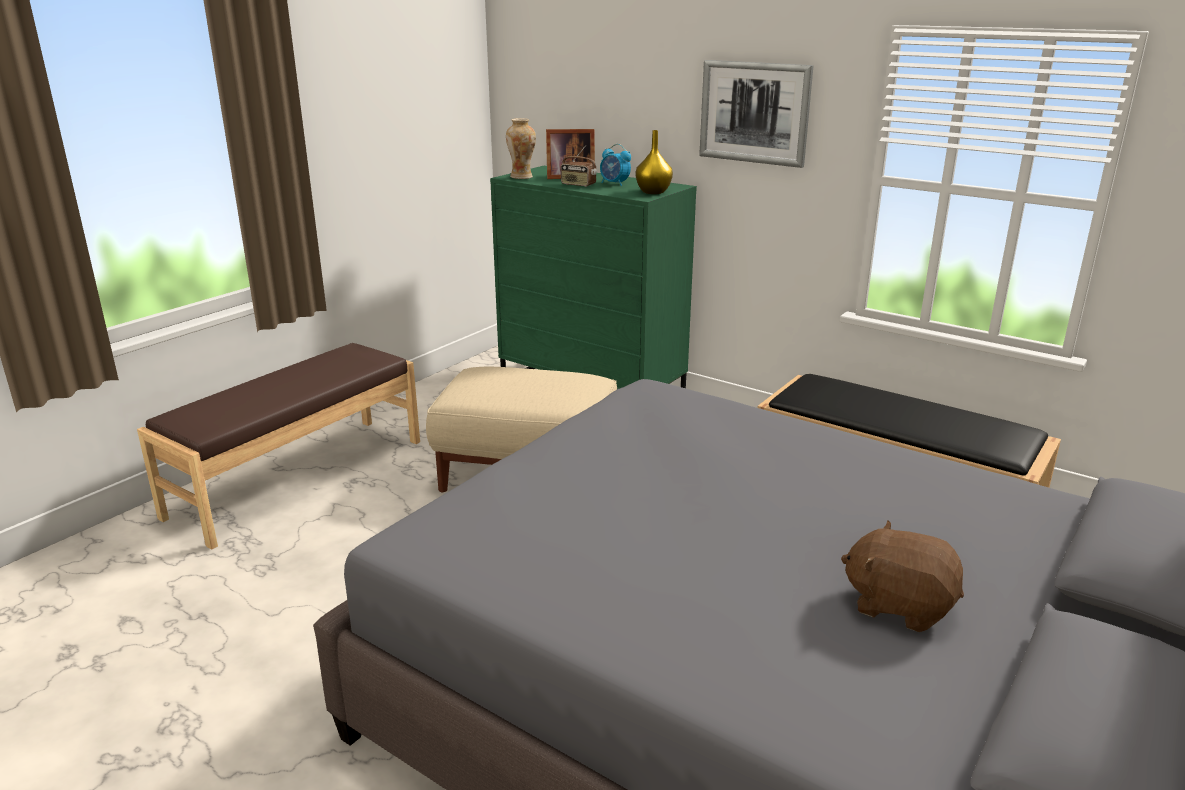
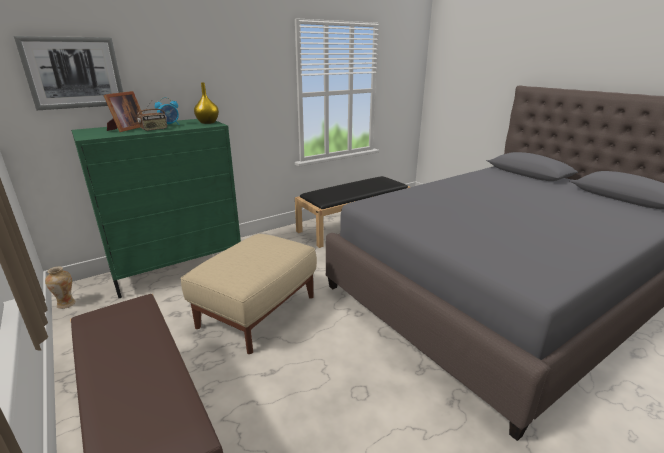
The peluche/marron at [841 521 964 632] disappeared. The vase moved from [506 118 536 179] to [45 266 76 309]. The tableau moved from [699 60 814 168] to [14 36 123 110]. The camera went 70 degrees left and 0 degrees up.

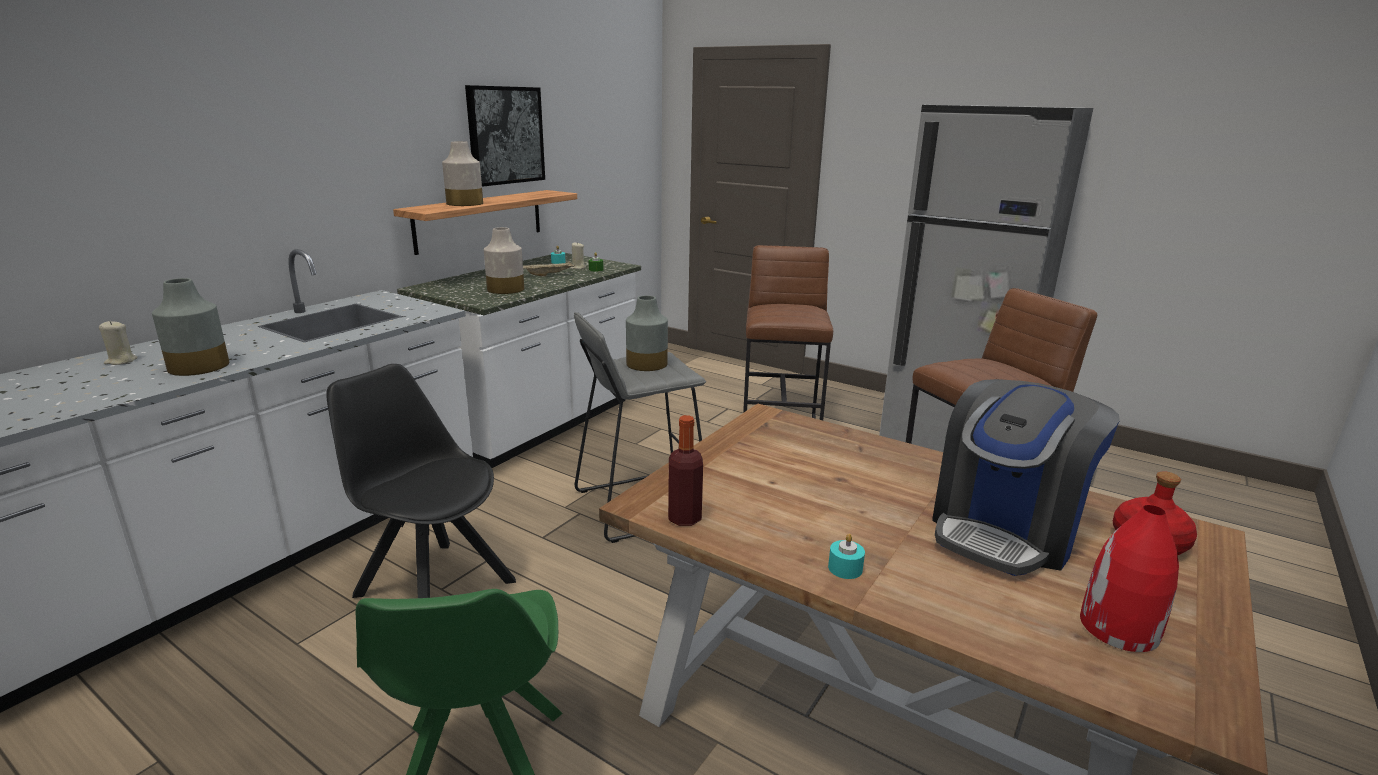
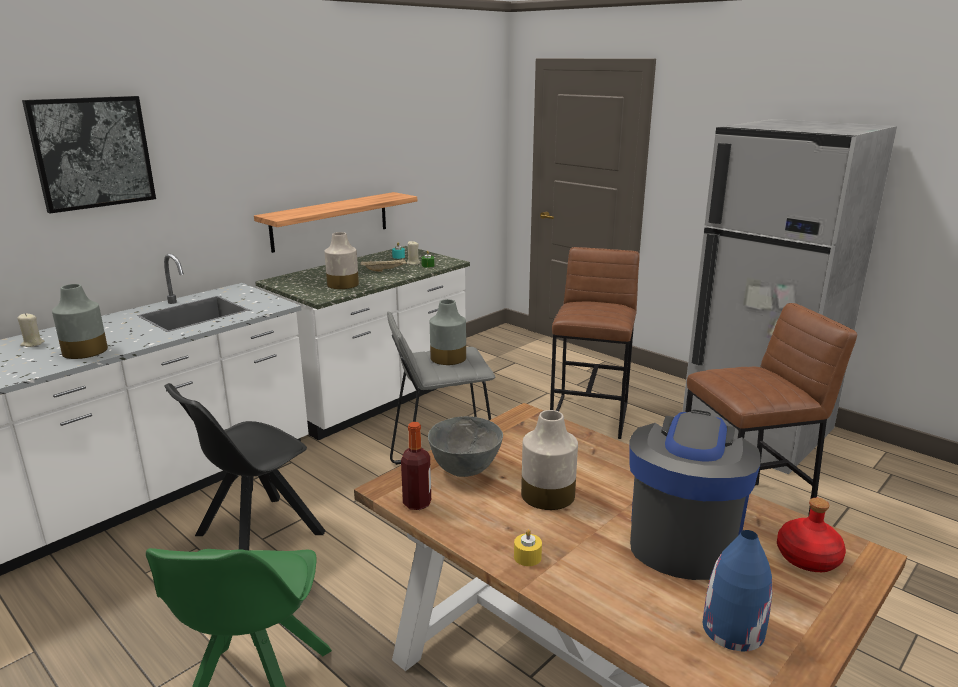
The bol/gris at [428 416 503 477] appeared. The vase/beige moved from [442 141 483 206] to [521 410 578 510]. The tableau moved from [465 85 545 187] to [22 96 156 214]. The bougie/turquoise at [828 534 865 579] became the bougie/jaune at [514 529 542 566]. The vase/rouge at [1080 505 1179 652] became the vase/bleu at [703 530 772 651]. The chaise/noir at [326 364 516 598] turned 90 degrees counterclockwise. The machine à café at [932 379 1120 576] turned 150 degrees clockwise. The camera went 10 degrees right and 0 degrees up.

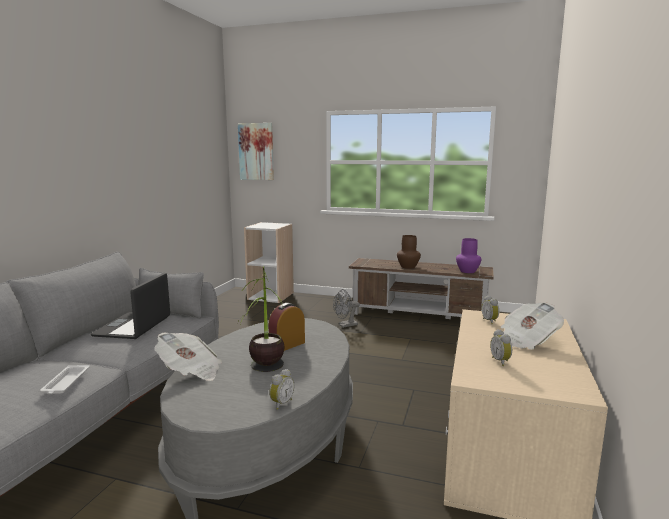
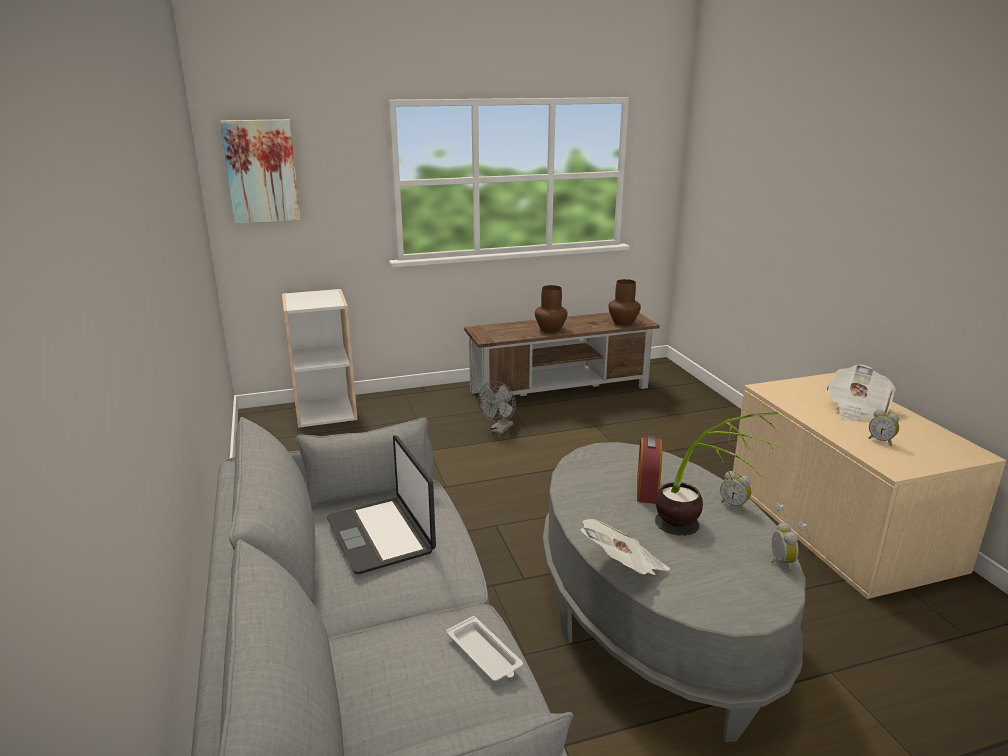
The réveil moved from [482 295 499 324] to [720 471 752 511]. The vase/violet at [456 238 481 273] became the vase/marron at [608 279 641 326]. The camera went 35 degrees left and 10 degrees up.

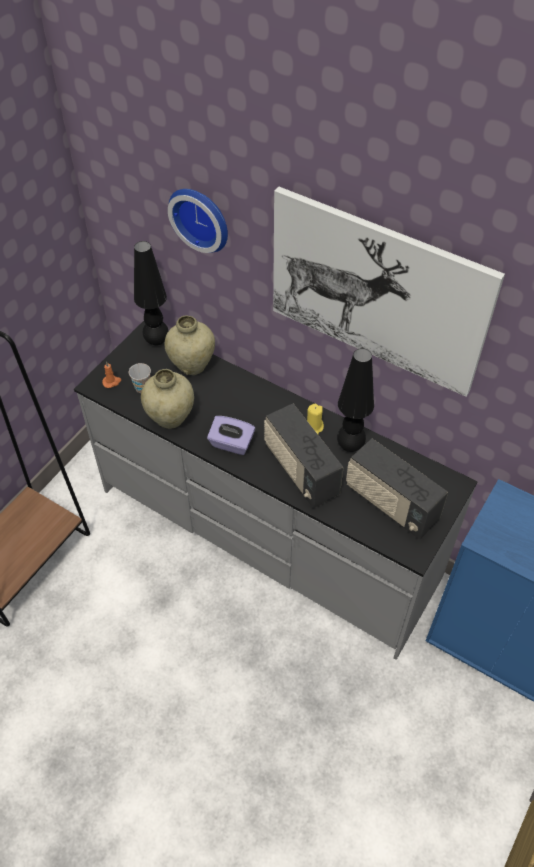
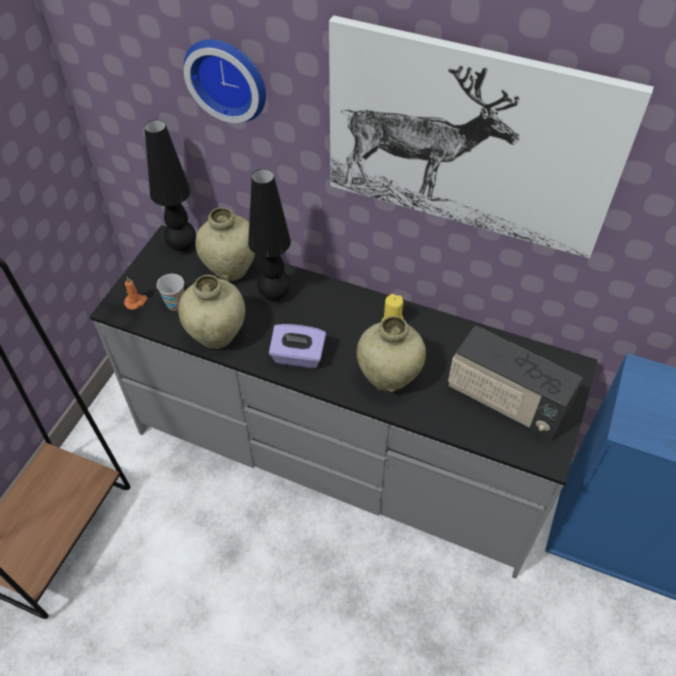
The lampe de table/noir moved from [337 348 374 452] to [248 169 291 301]. The radio at [264 404 343 508] was replaced by the vase/beige at [357 316 426 392]. The camera went 10 degrees left and 0 degrees up.

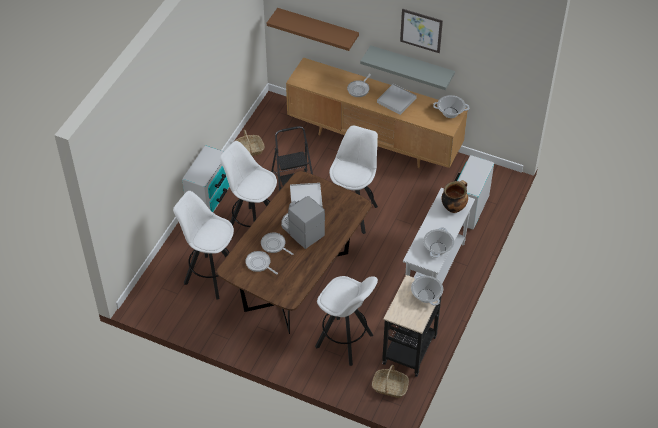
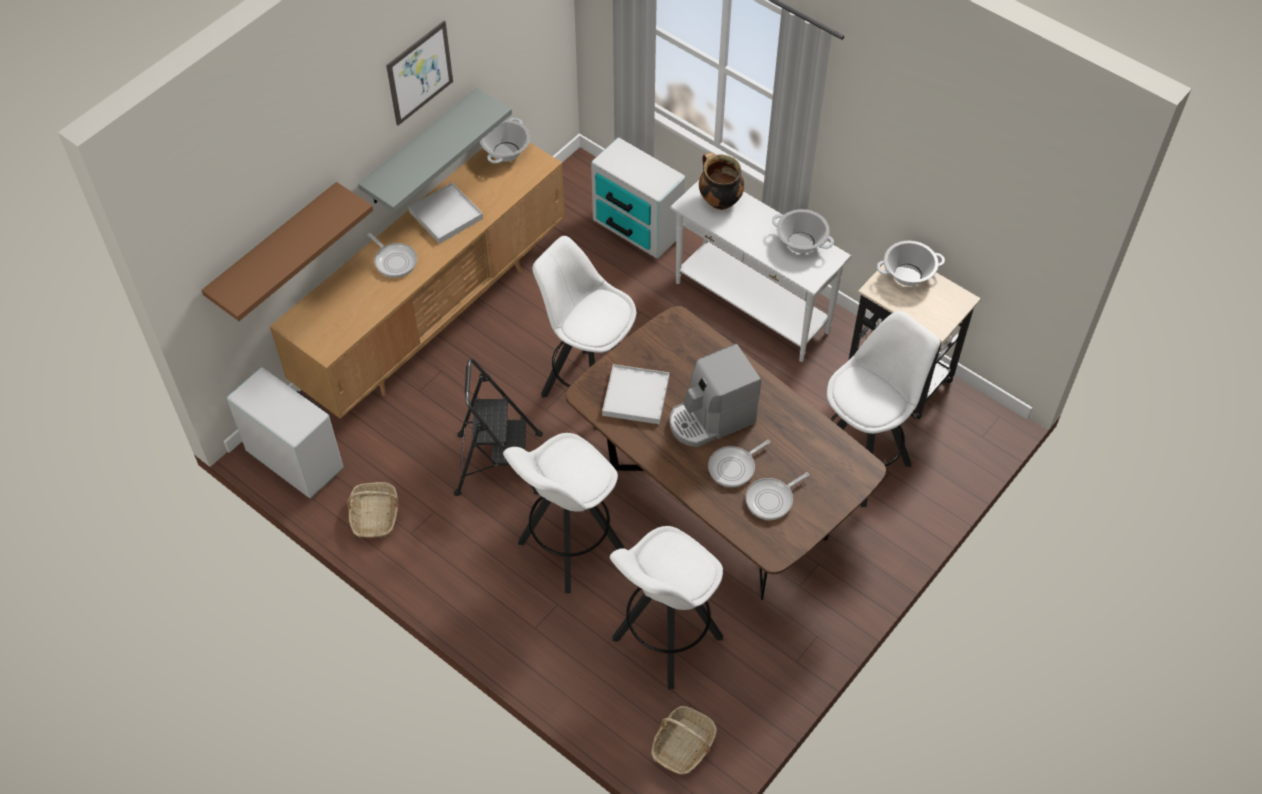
The table de chevet/blanc moved from [182 145 230 212] to [227 367 343 498]. The panier moved from [372 365 409 398] to [651 706 717 774]. The camera went 75 degrees left and 5 degrees up.

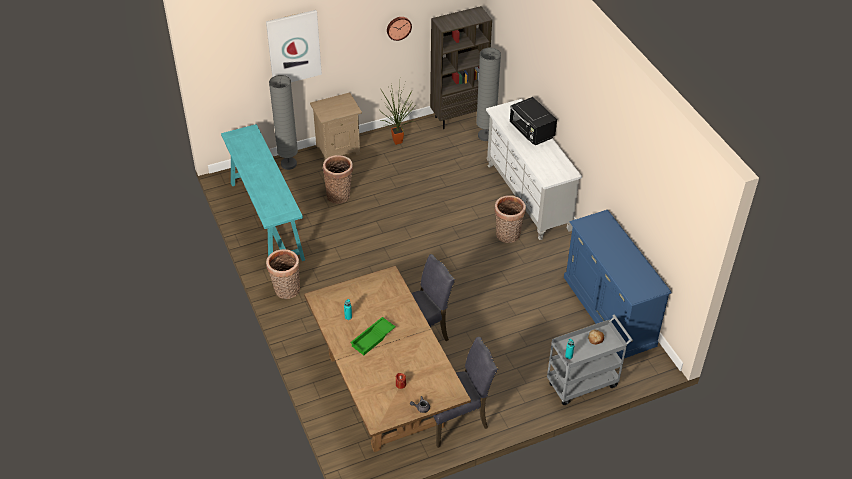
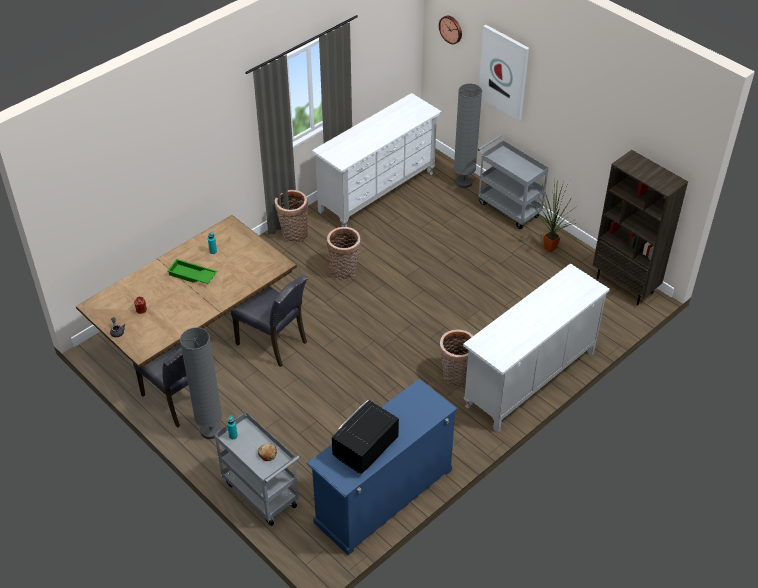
The panier moved from [323 155 353 204] to [327 227 361 280]. The horloge murale moved from [387 17 412 41] to [439 16 462 44]. The lampadaire/gris moved from [476 48 501 141] to [180 327 222 439]. The micro-ondes/noir moved from [509 97 557 145] to [332 400 399 474]. The table console/turquoise at [221 124 305 261] was replaced by the commode/blanc at [312 93 442 227]. The table de chevet/beige at [310 92 362 160] was replaced by the chariot/gris at [478 135 548 229]. The camera went 70 degrees right and 0 degrees up.

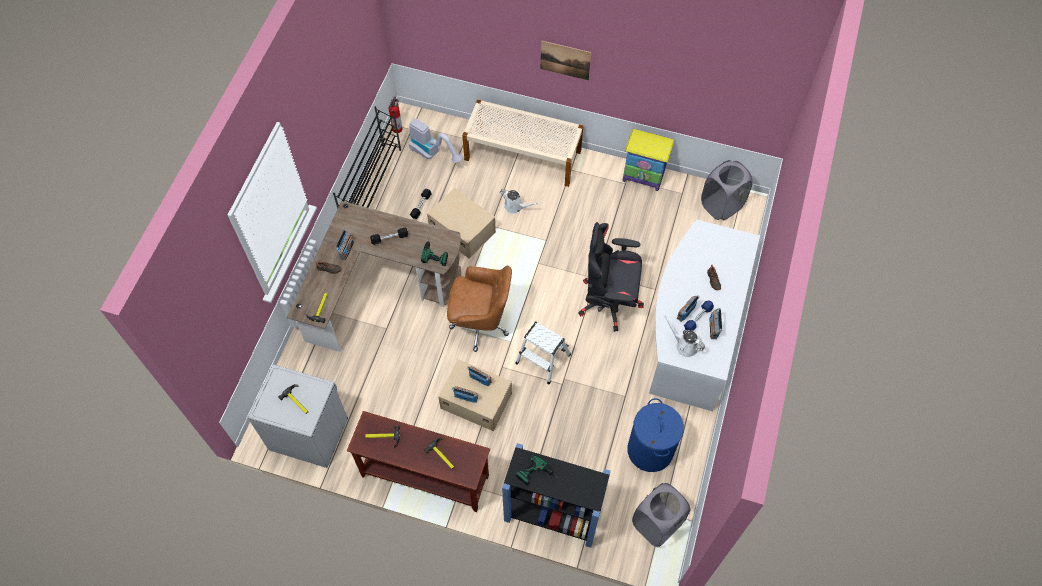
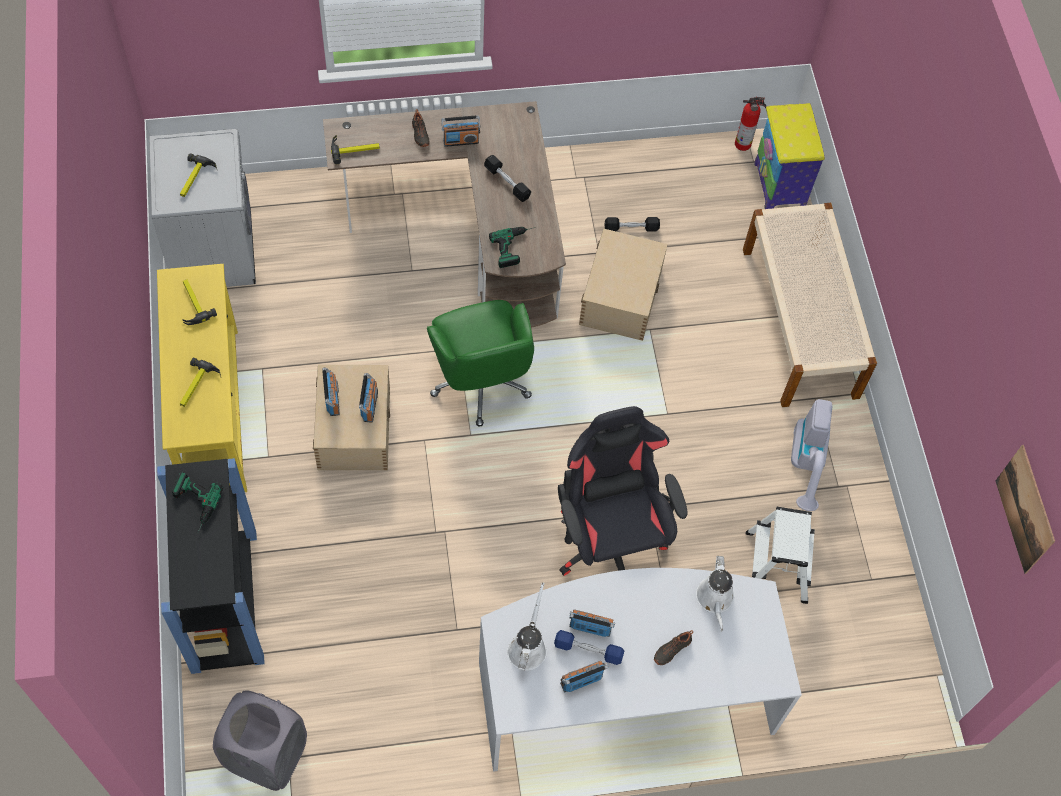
The étagère à chaussures/noir at [333 106 401 209] disappeared. The panier à linge/bleu at [628 398 684 472] disappeared. The panier à linge/gris at [701 160 753 220] disappeared. The aspirateur moved from [409 118 463 163] to [791 399 832 511]. The arrosoir/blanc moved from [500 189 538 214] to [696 556 734 631]. The escabeau/blanc moved from [515 321 571 384] to [745 507 815 604]. The tableau moved from [541 40 591 81] to [996 445 1055 574]. The table de chevet moved from [623 129 674 191] to [754 103 825 209]. The table console/marron at [347 411 490 512] became the table console/jaune at [157 264 247 492]. The chaise de bureau/marron at [447 266 512 352] became the chaise de bureau/vert at [427 300 534 427]. The camera went 60 degrees right and 0 degrees up.

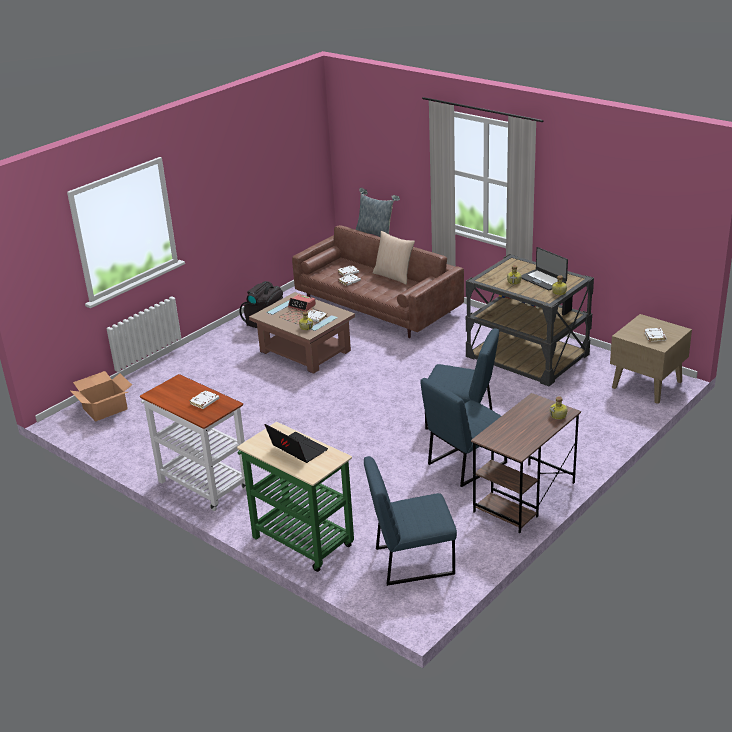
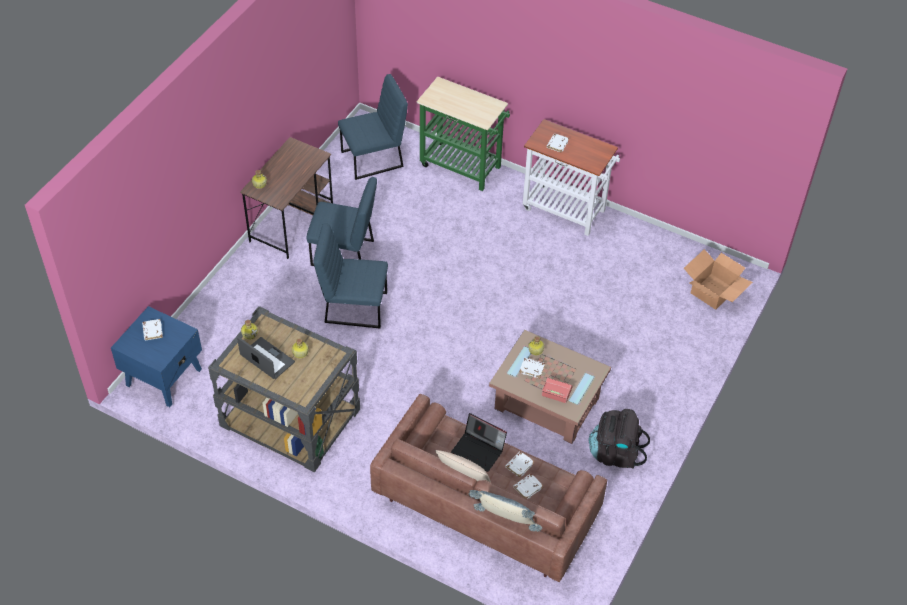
The ordinateur portable moved from [265 424 328 463] to [451 413 507 472]. The table de chevet/beige at [610 314 692 404] became the table de chevet/bleu at [111 306 202 407]. The chaise/bleu at [420 378 507 487] turned 60 degrees clockwise. The camera went 165 degrees right and 20 degrees up.

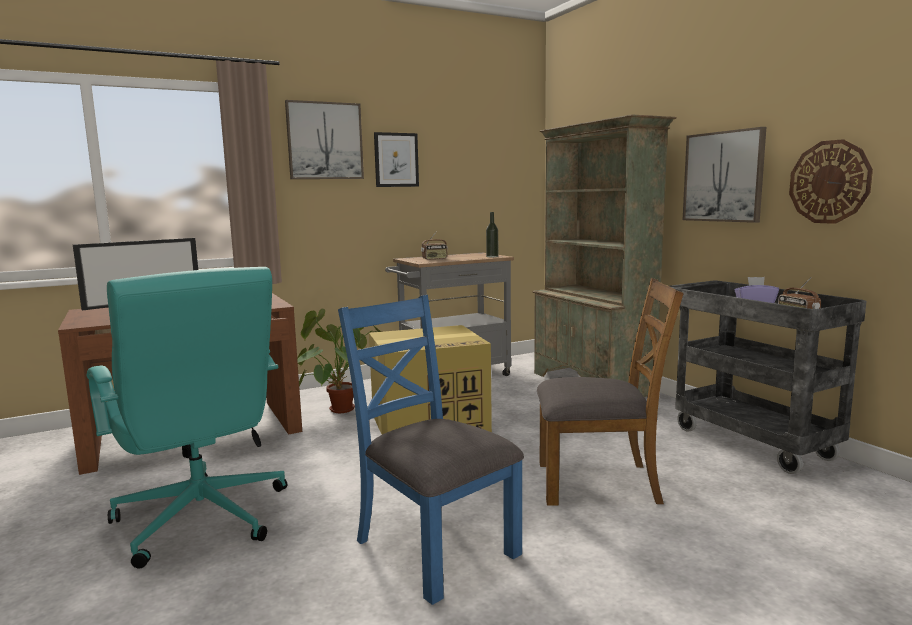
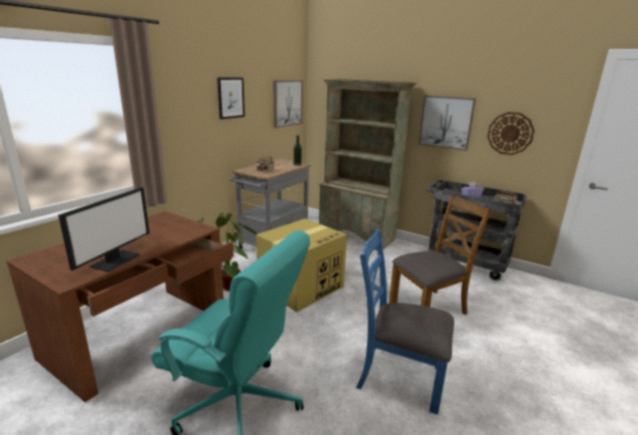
The tableau moved from [285 100 364 179] to [273 80 303 128]. The camera went 30 degrees left and 10 degrees up.

